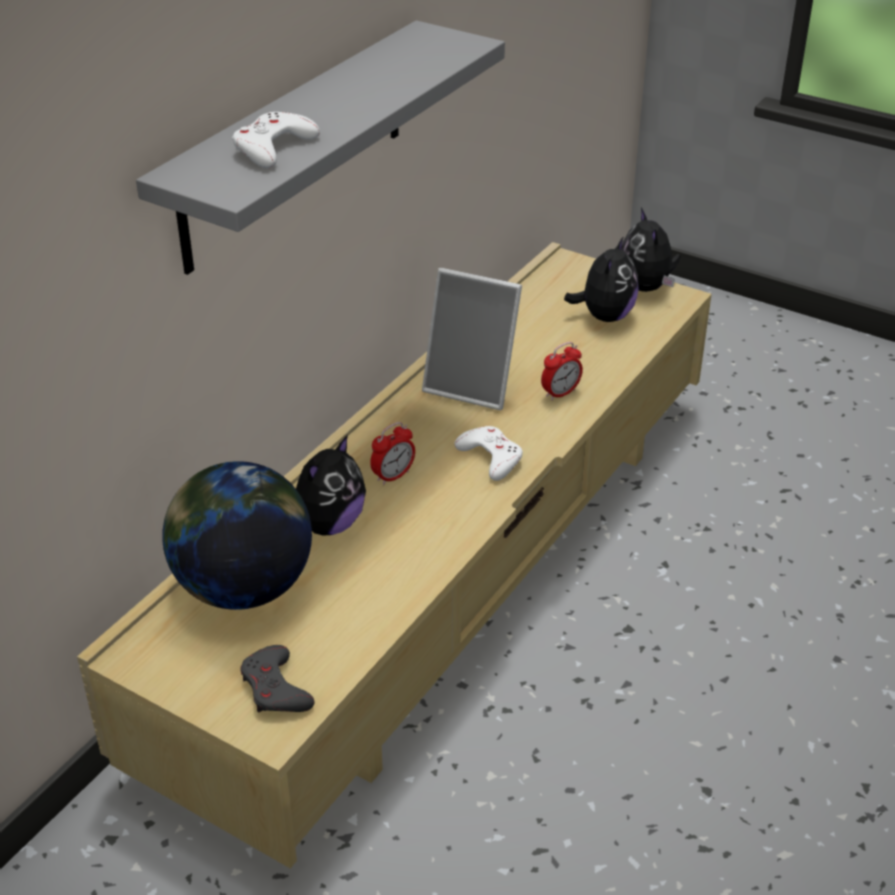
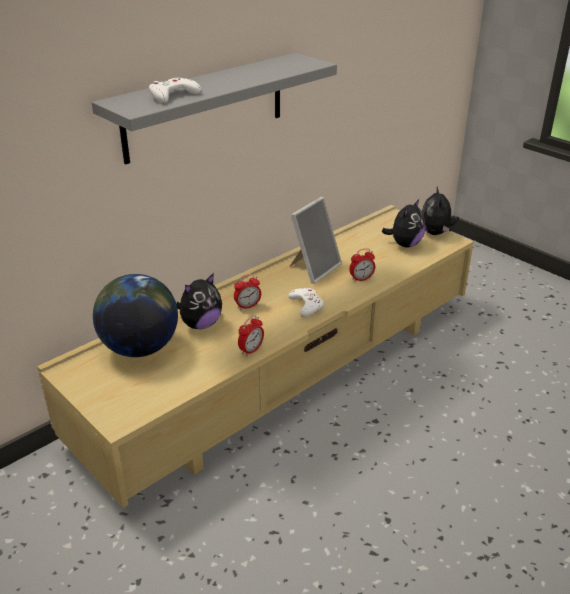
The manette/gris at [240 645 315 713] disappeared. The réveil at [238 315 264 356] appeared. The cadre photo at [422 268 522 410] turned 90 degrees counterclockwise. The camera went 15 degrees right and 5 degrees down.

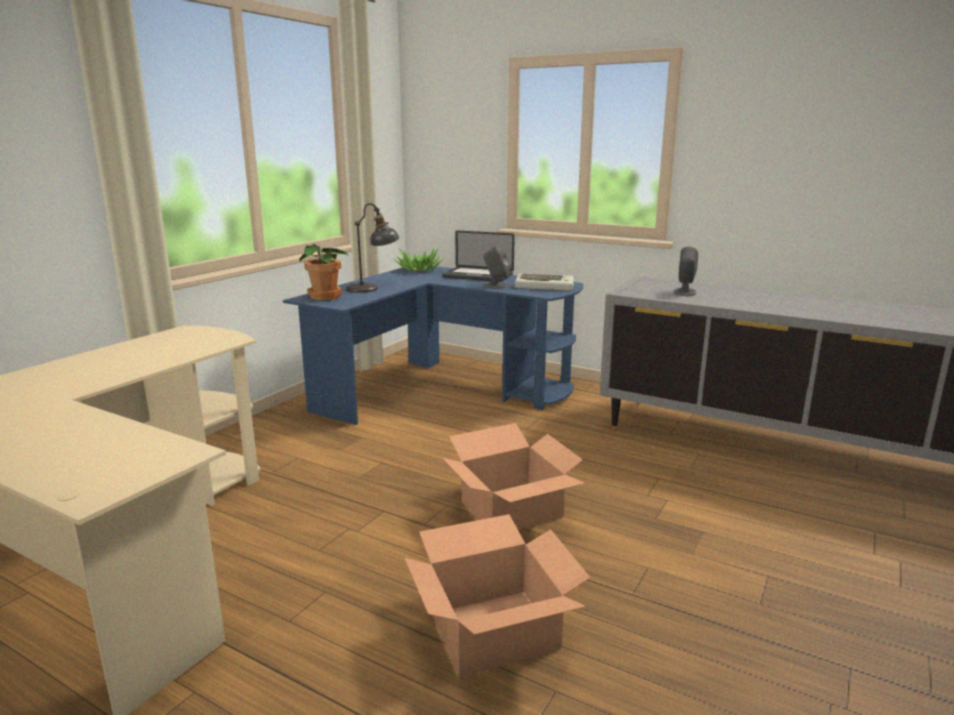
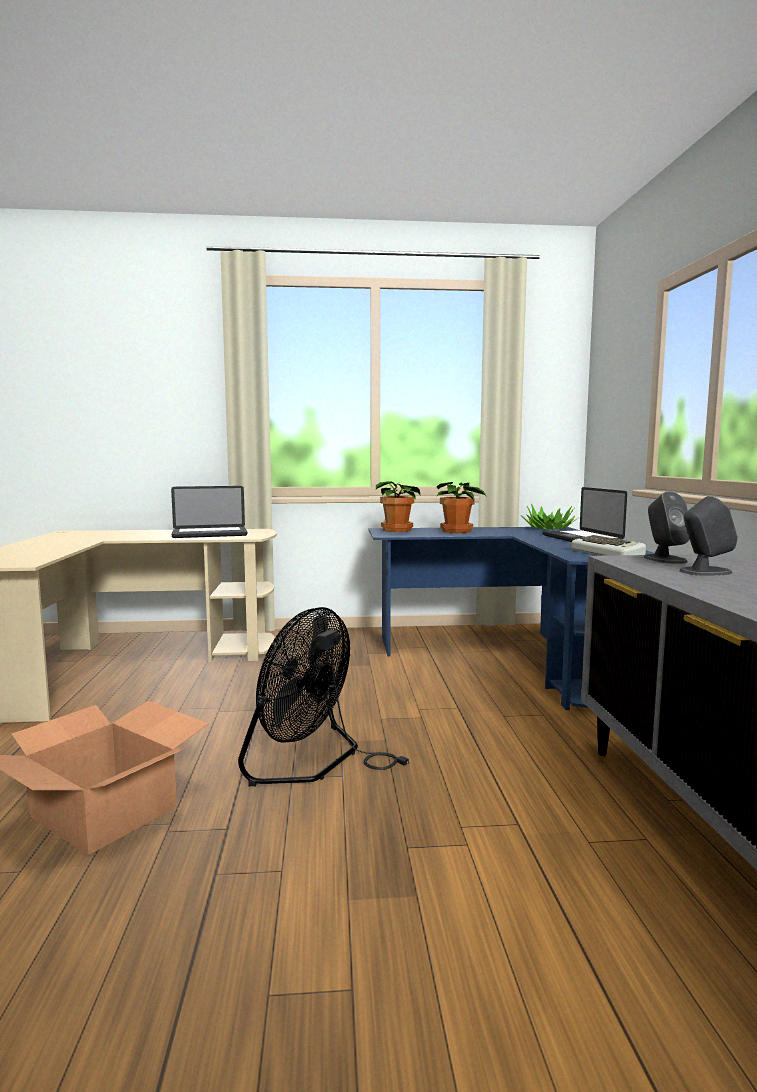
The ordinateur portable at [171 486 247 538] appeared. The enceinte/gris moved from [484 246 511 288] to [644 491 690 564]. The lampe de table/gris at [346 203 399 293] was replaced by the plante en pot at [437 482 487 533]. The carton at [442 423 585 530] was replaced by the ventilateur/noir at [238 607 410 787]. The camera went 55 degrees right and 10 degrees down.

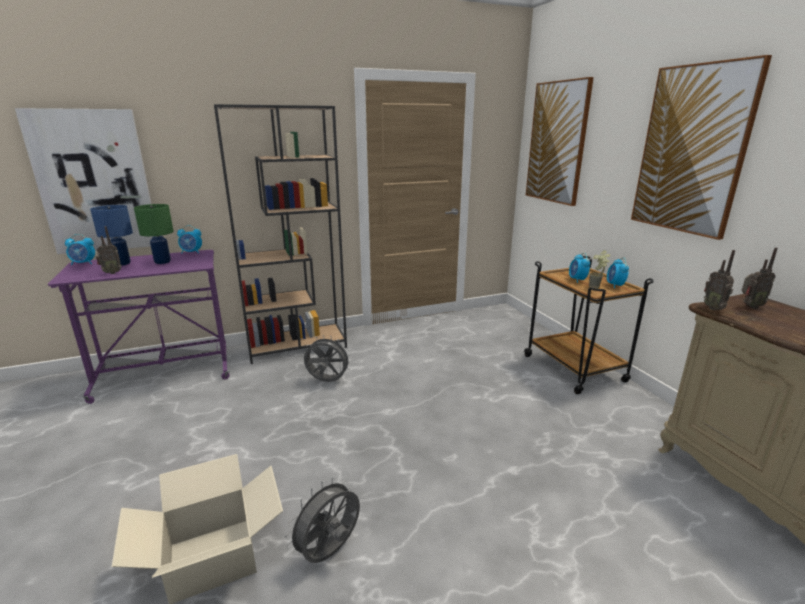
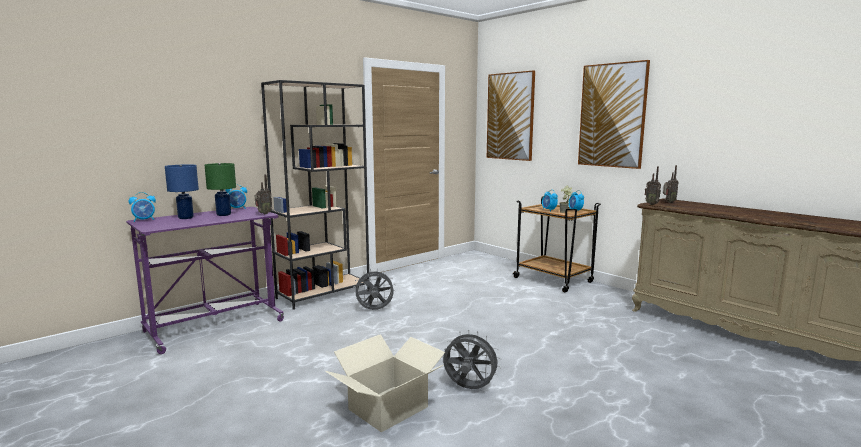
The tableau at [15 108 154 254] disappeared. The radio moved from [96 226 122 274] to [255 174 272 214]. The ventilateur/gris at [285 477 360 563] turned 90 degrees clockwise. The camera went 20 degrees left and 10 degrees down.

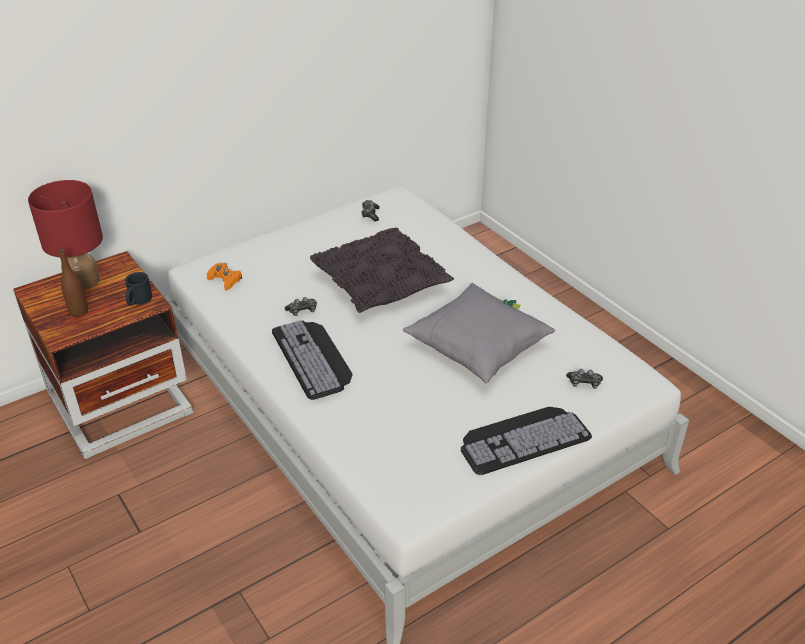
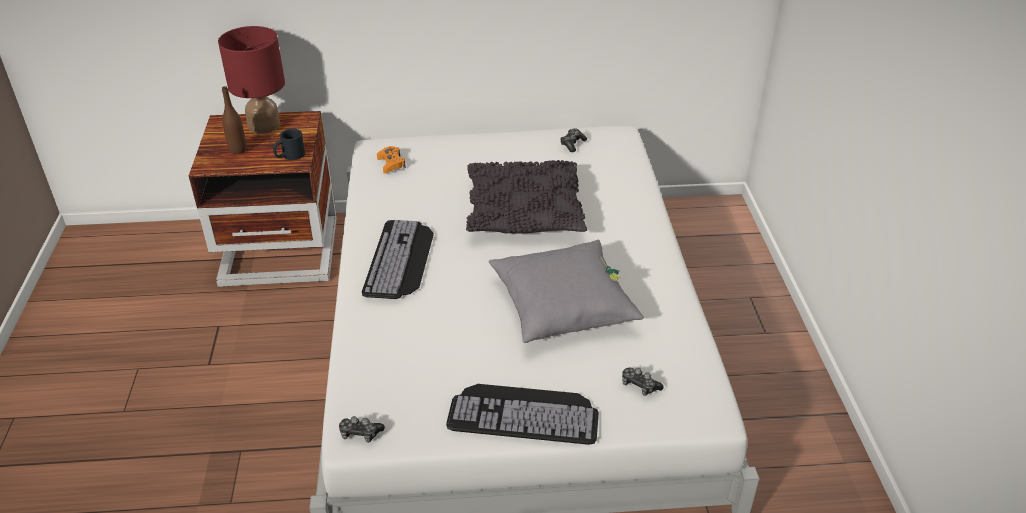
The manette moved from [285 297 317 316] to [339 416 385 443]. The camera went 30 degrees right and 0 degrees up.

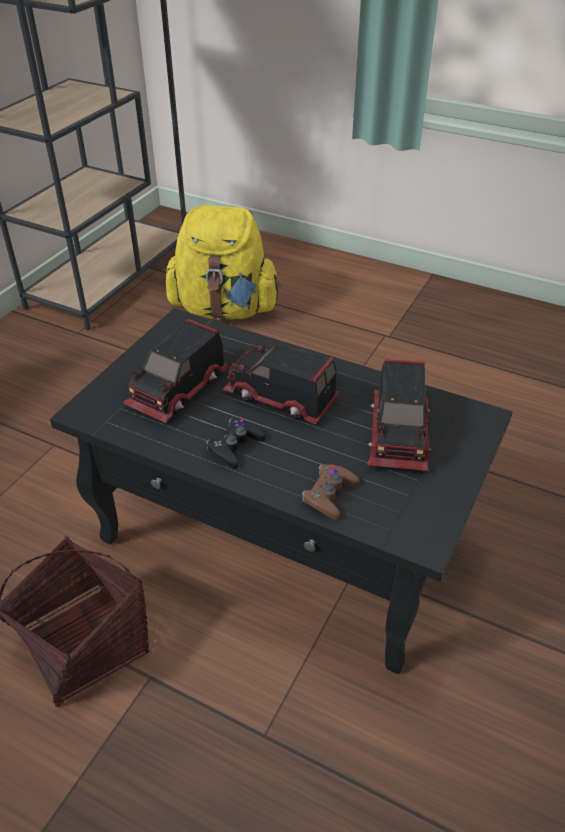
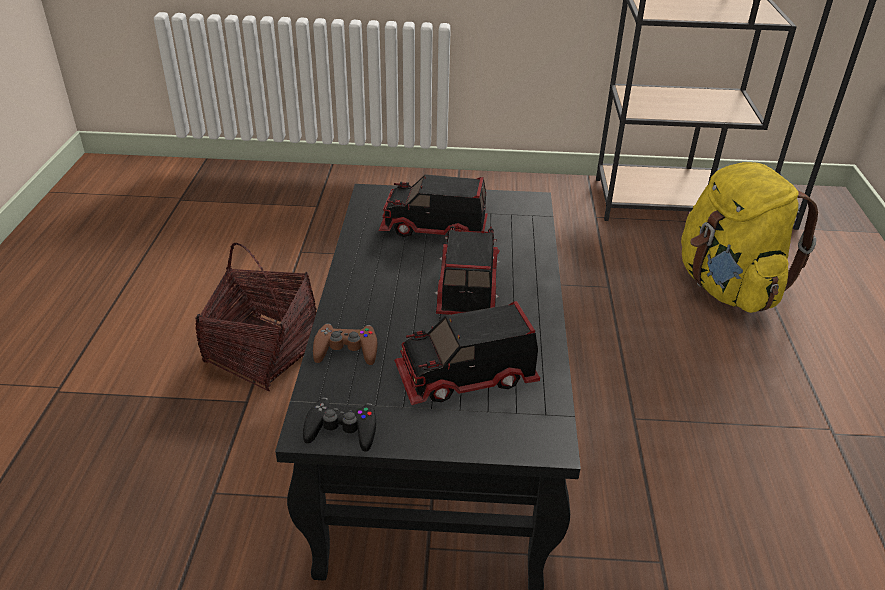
The manette/noir moved from [206 418 265 469] to [303 397 376 452]. The camera went 65 degrees right and 5 degrees down.

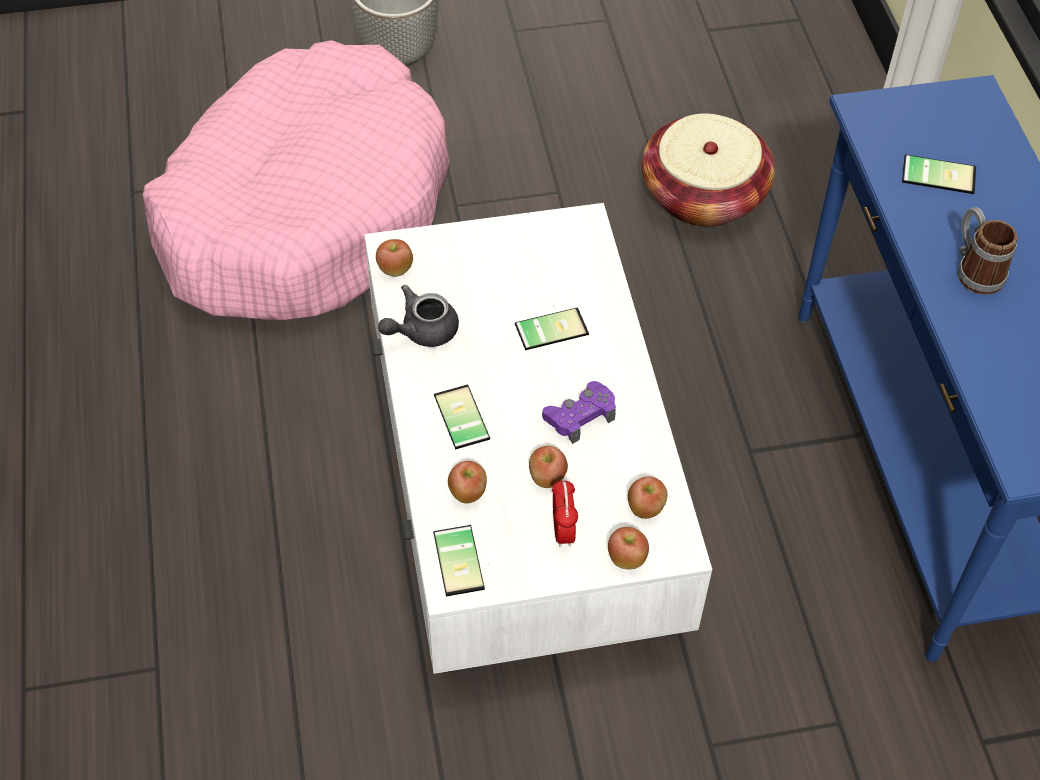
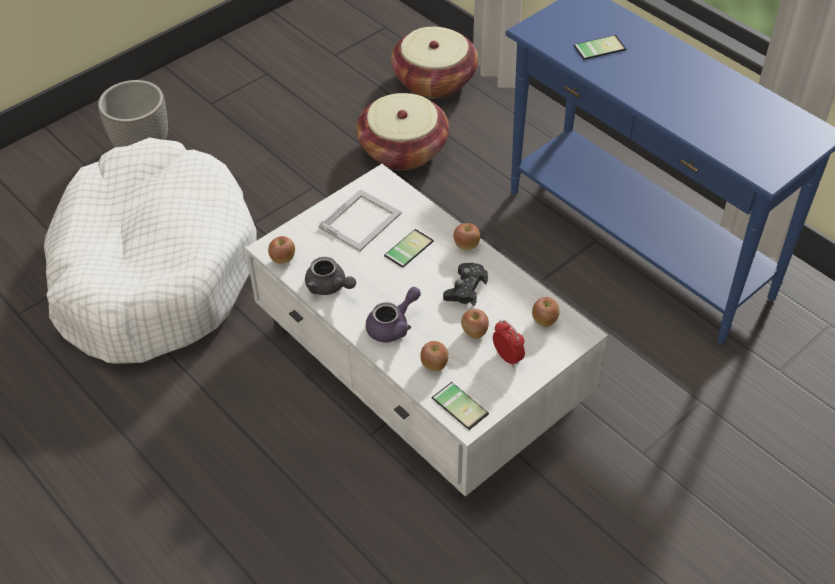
The mug at [958 207 1017 295] disappeared. The cadre photo at [318 189 402 251] appeared. The panier at [391 27 478 98] appeared. The pomme moved from [608 527 649 569] to [454 223 480 250]. The téléphone at [433 384 490 449] was replaced by the théière/violet at [366 287 421 343]. The panier pour chien/rose at [143 40 449 320] became the panier pour chien/blanc at [44 137 257 364]. The manette/violet at [542 381 616 444] became the manette/noir at [443 263 488 306]. The théière/gris at [378 285 459 347] turned 75 degrees counterclockwise. The camera went 30 degrees left and 5 degrees down.

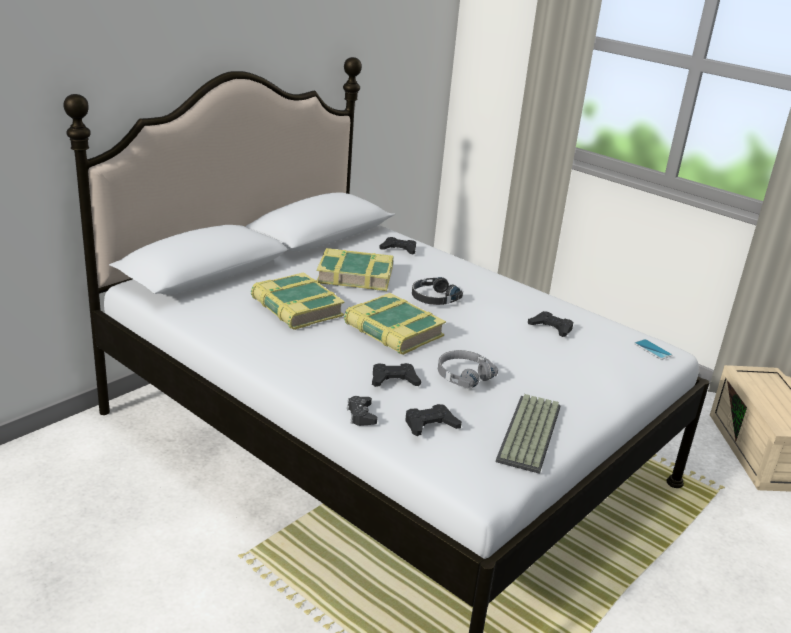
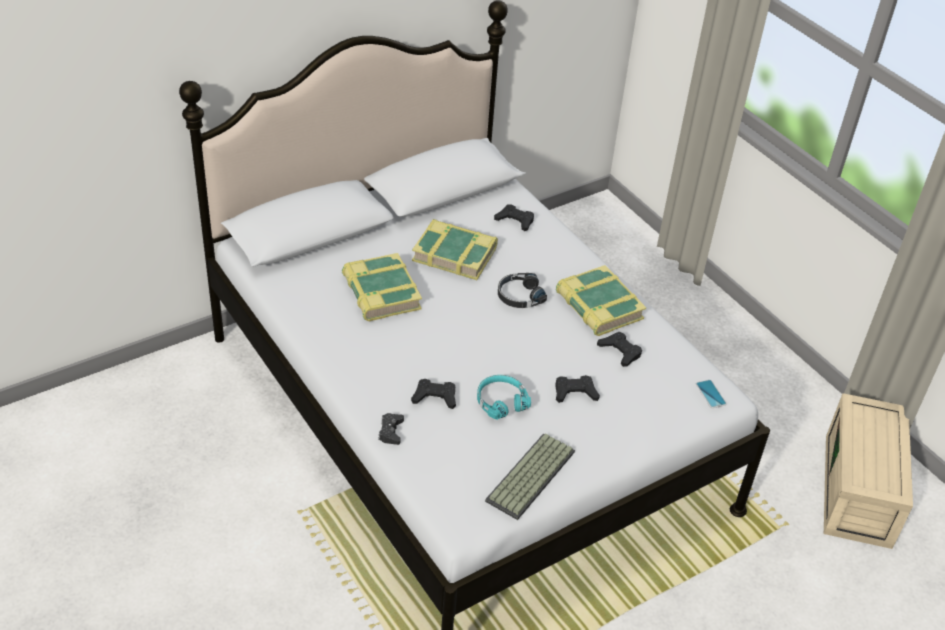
The livre moved from [344 293 446 355] to [556 265 646 336]. The manette/noir moved from [405 404 462 436] to [555 375 600 403]. The casque audio/gris at [438 350 498 389] became the casque audio/turquoise at [477 375 531 420]. The camera went 15 degrees right and 15 degrees up.

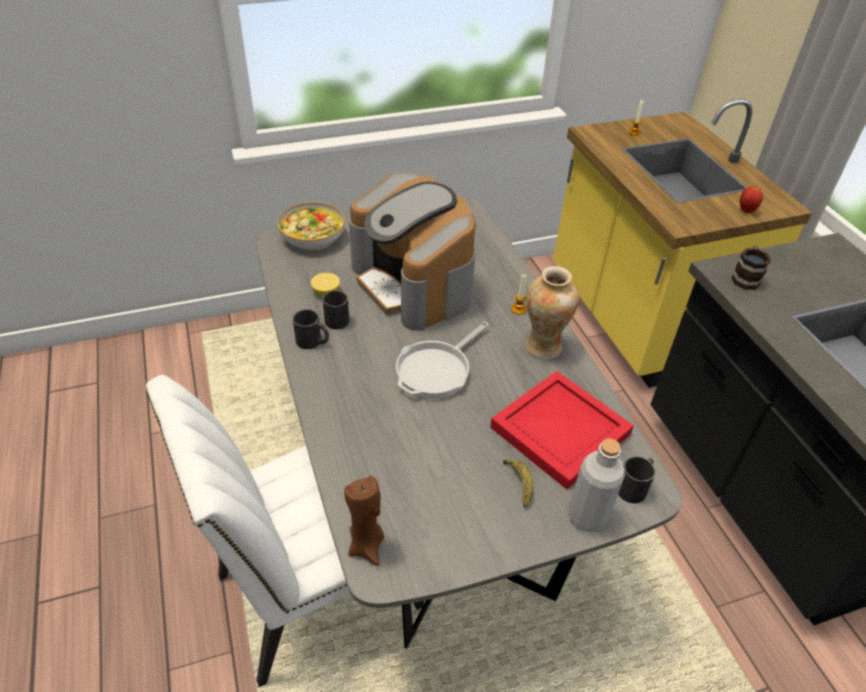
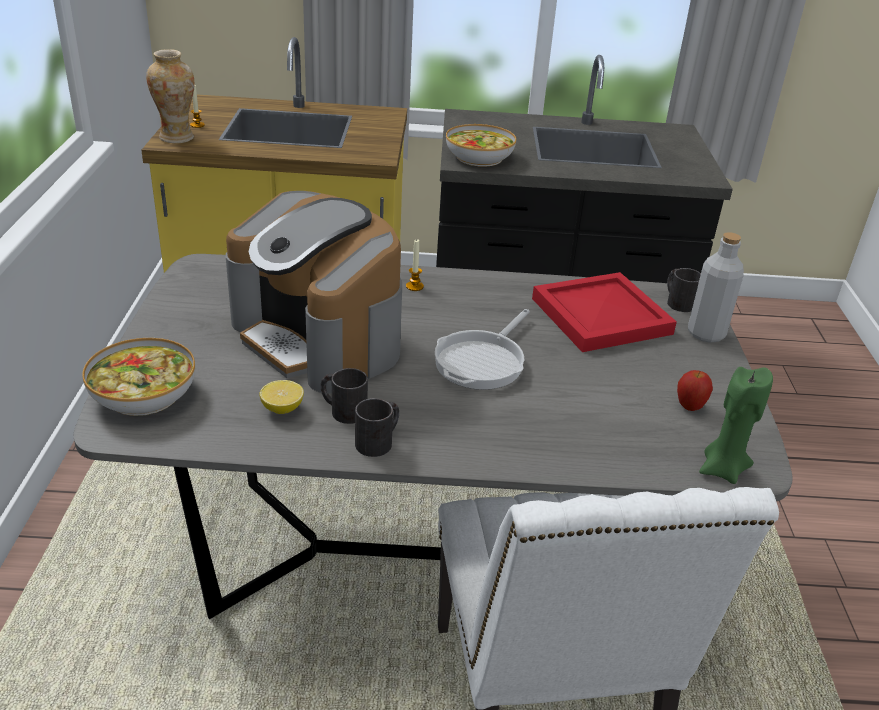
The banane at [503 460 533 507] disappeared. The vase moved from [525 266 579 359] to [146 49 194 143]. The pomme moved from [740 186 763 213] to [677 370 713 411]. The mug at [732 245 771 290] was replaced by the bol at [446 124 516 167]. The bougie/marron at [344 476 384 566] became the bougie/vert at [699 367 773 484]. The machine à café at [349 172 476 331] turned 60 degrees clockwise. The poêle at [396 322 489 399] turned 60 degrees clockwise. The camera went 70 degrees left and 10 degrees down.

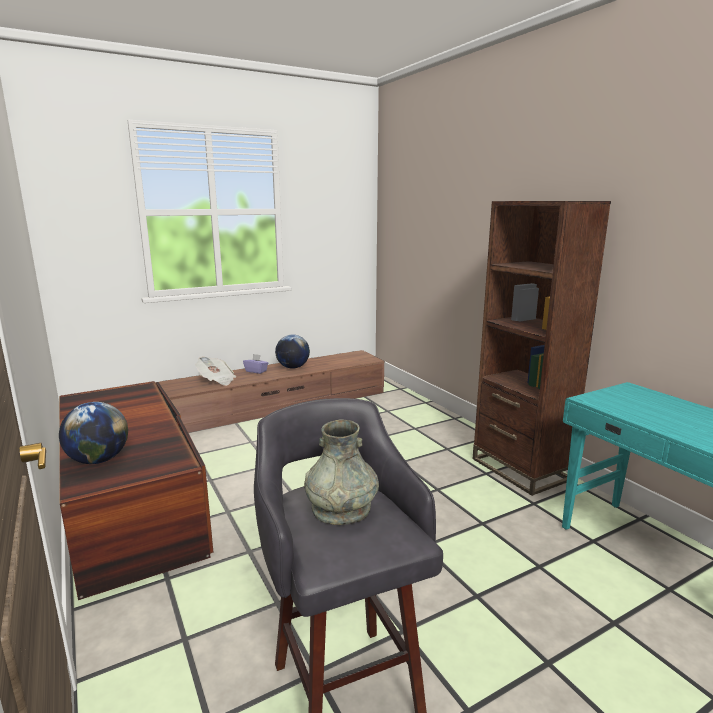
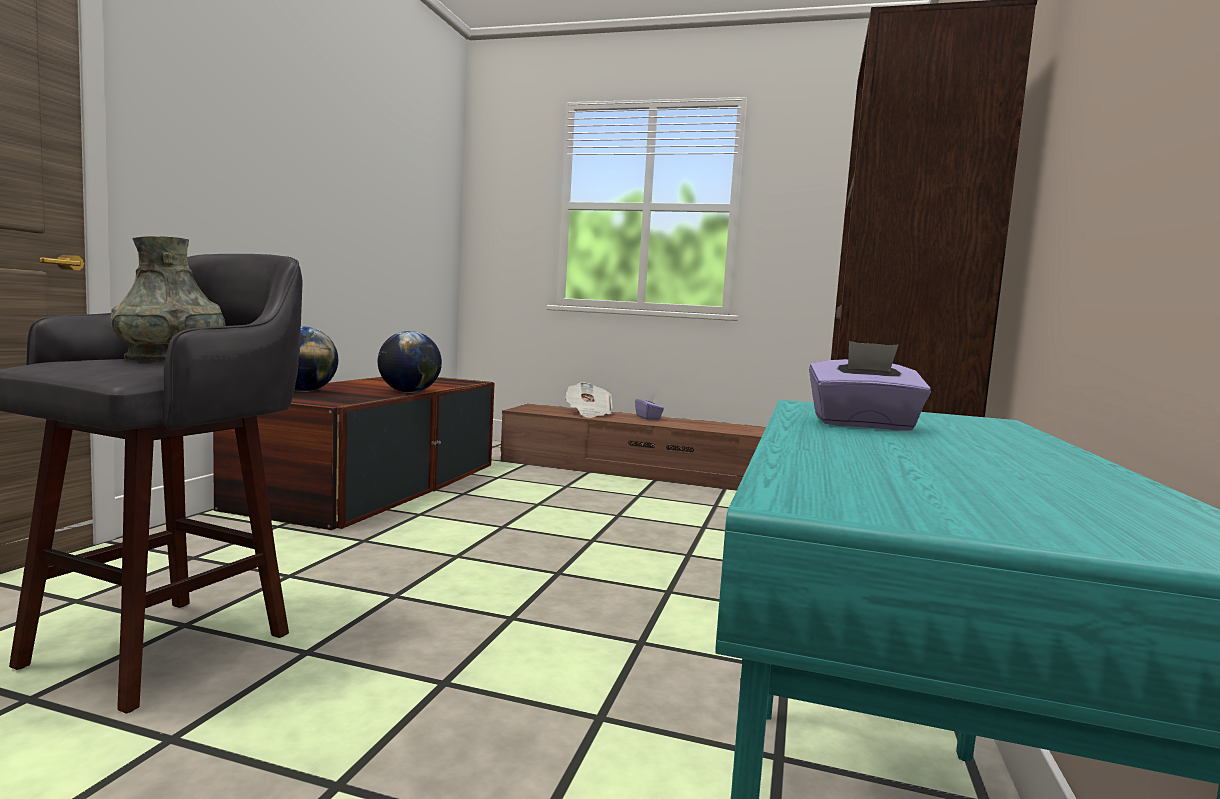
The boîte à mouchoirs/violet at [809 341 931 430] appeared. The globe moved from [275 334 310 369] to [378 331 442 393]. The camera went 45 degrees right and 10 degrees down.

